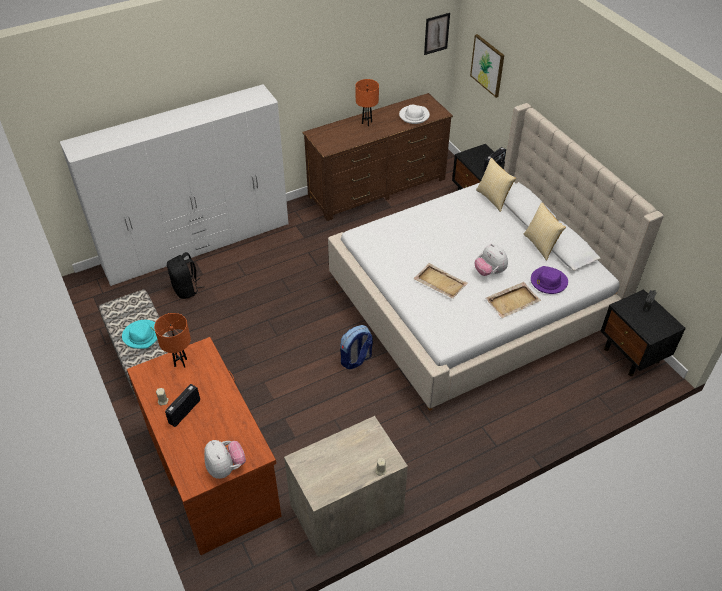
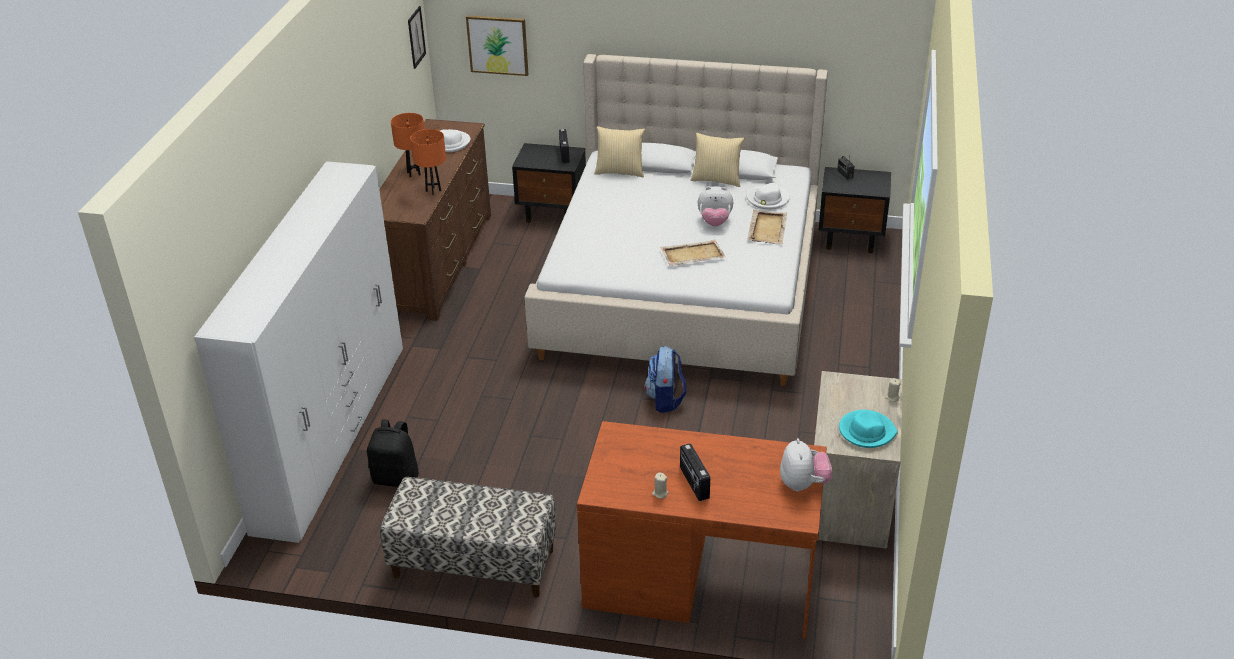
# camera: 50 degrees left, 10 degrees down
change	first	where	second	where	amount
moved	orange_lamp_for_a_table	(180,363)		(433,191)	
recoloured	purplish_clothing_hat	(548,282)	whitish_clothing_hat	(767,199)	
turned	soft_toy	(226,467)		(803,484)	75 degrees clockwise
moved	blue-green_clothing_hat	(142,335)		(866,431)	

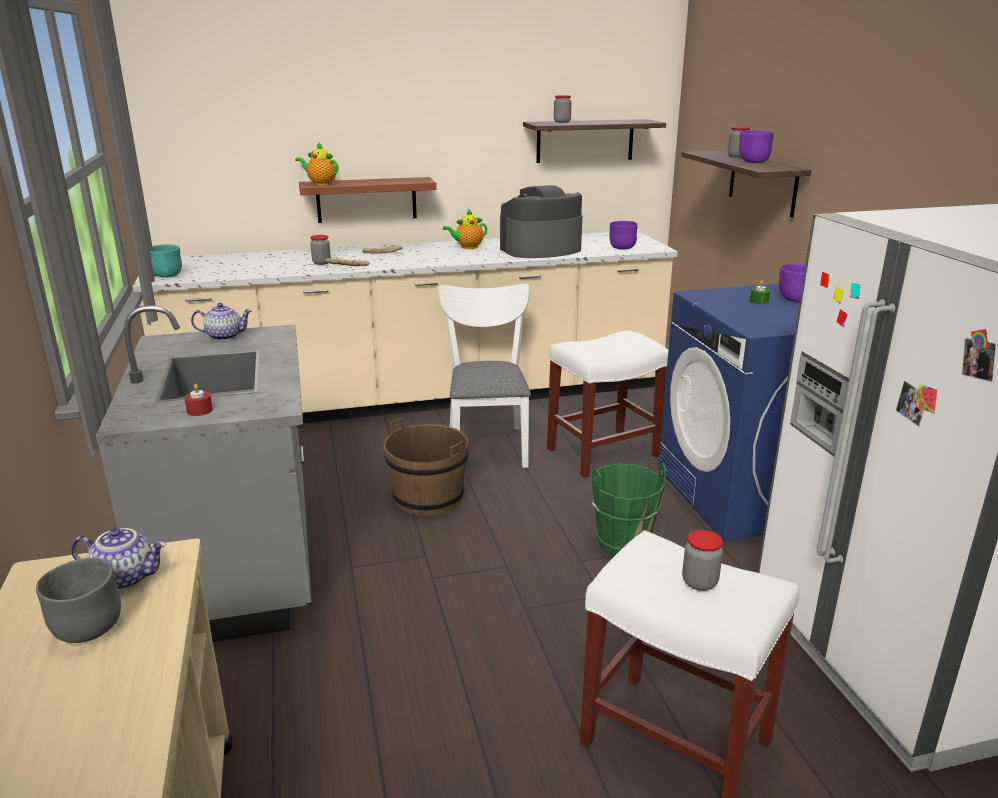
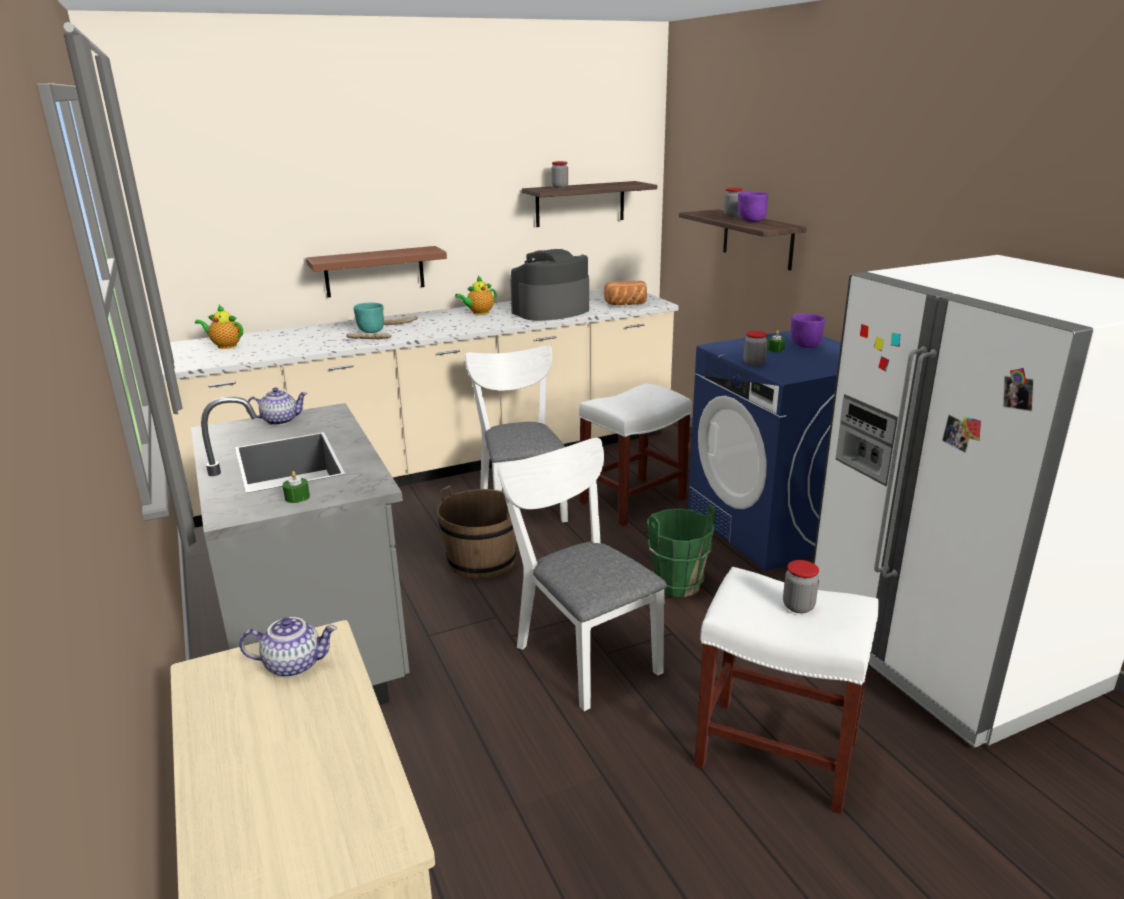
# camera: 10 degrees left, 0 degrees up
change	first	where	second	where	amount
moved	teapot	(320,184)		(225,346)	
recoloured	red-coloured_candle	(199,410)	greenish_candle	(297,497)	
moved	blue-green_deep_dish	(167,276)		(370,331)	
added			whitish_plain_chair	(582,652)	
replaced	purplish_deep_dish	(622,248)	baked_bread	(626,305)	
moved	jar	(321,263)		(754,363)	
removed	grey_deep_dish	(88,629)			

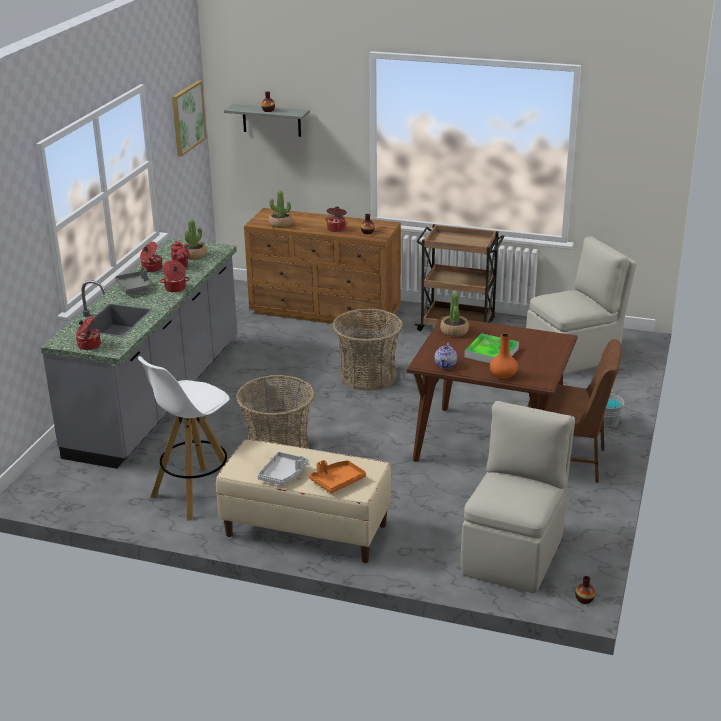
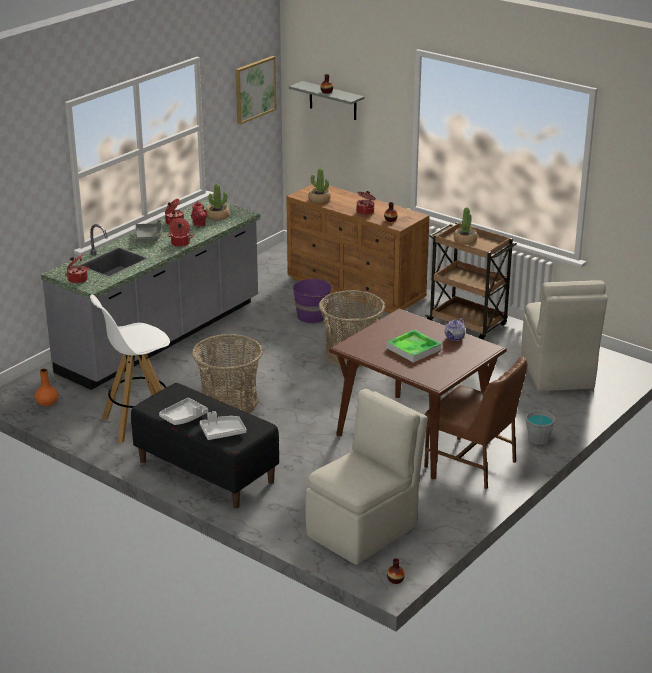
# camera: 20 degrees right, 0 degrees up
change	first	where	second	where	amount
moved	orange_flower_vase	(503,375)		(47,402)	
recoloured	beige_bench	(305,530)	black-coloured_bench	(205,472)	
recoloured	orange_carrying_tray	(337,481)	grey_carrying_tray	(222,432)	
added			purplish_water_bucket	(312,316)	
moved	teapot	(445,365)		(454,337)	
moved	houseplant	(454,331)		(465,240)	
turned	beige_plain_chair	(574,356)		(557,373)	90 degrees clockwise

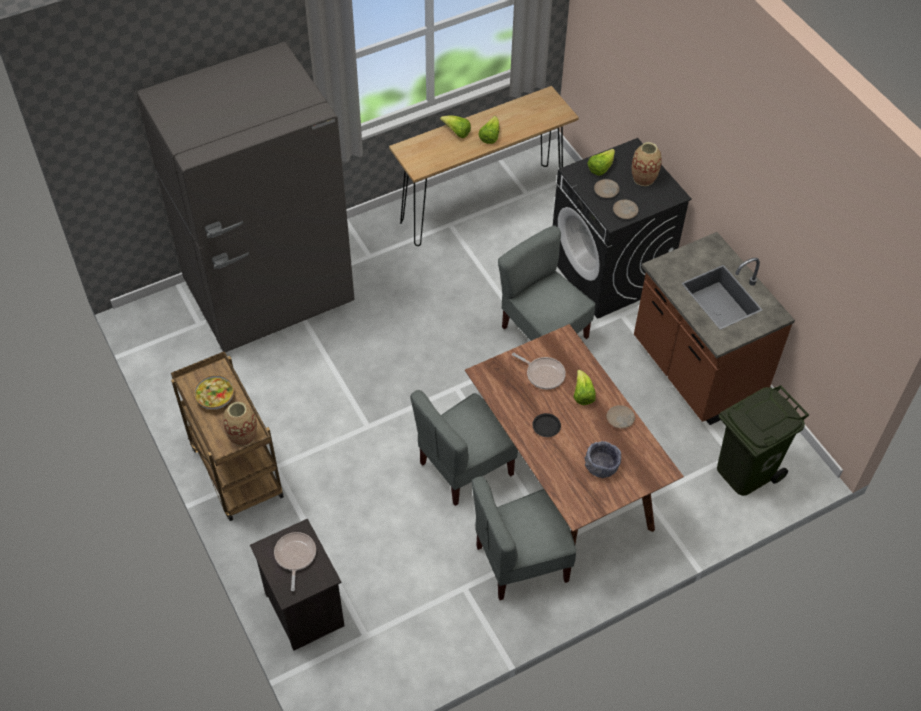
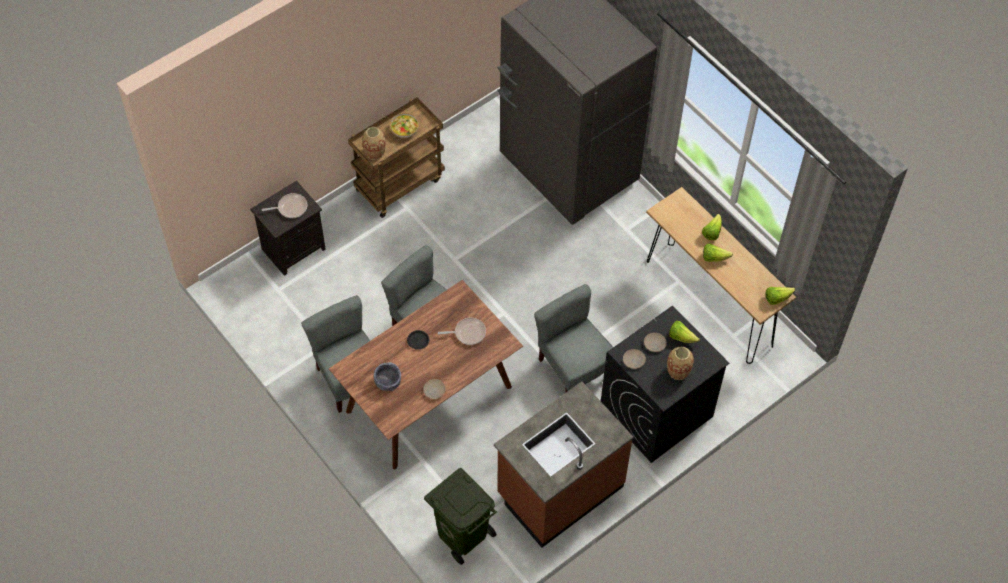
# camera: 80 degrees right, 5 degrees up
change	first	where	second	where	amount
turned	frying_pan	(543,374)		(468,333)	120 degrees counterclockwise
turned	grey_plain_chair	(543,333)		(574,368)	75 degrees counterclockwise
moved	lettuce	(582,395)		(777,298)	

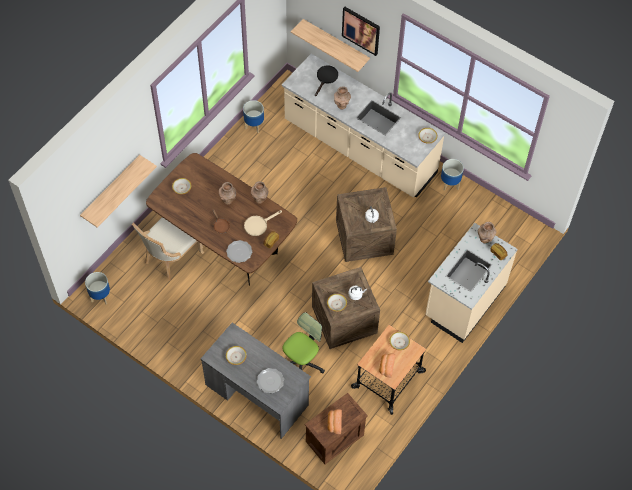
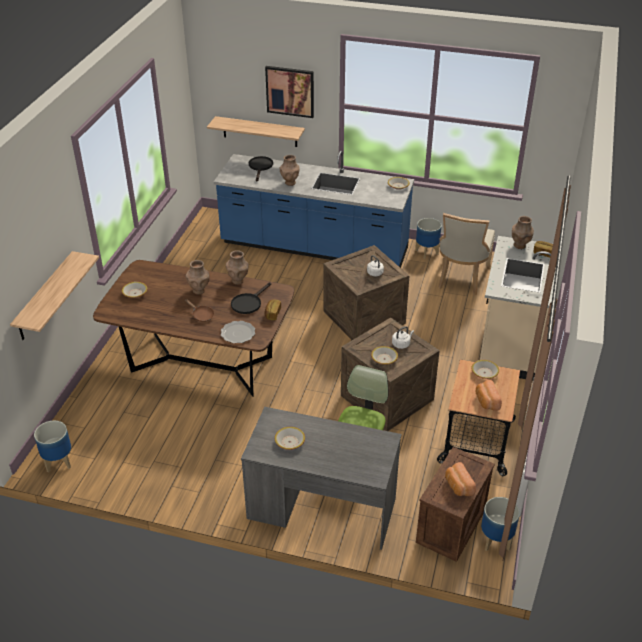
# camera: 20 degrees left, 20 degrees down
change	first	where	second	where	amount
recoloured	beige_counter	(359,148)	blue-coloured_counter	(314,247)	
recoloured	beige_frying_pan	(258,225)	black-coloured_frying_pan	(248,303)	
moved	beige_plain_chair	(171,258)		(461,278)	
moved	flower_pot	(254,125)		(496,541)	
removed	plate	(270,381)			

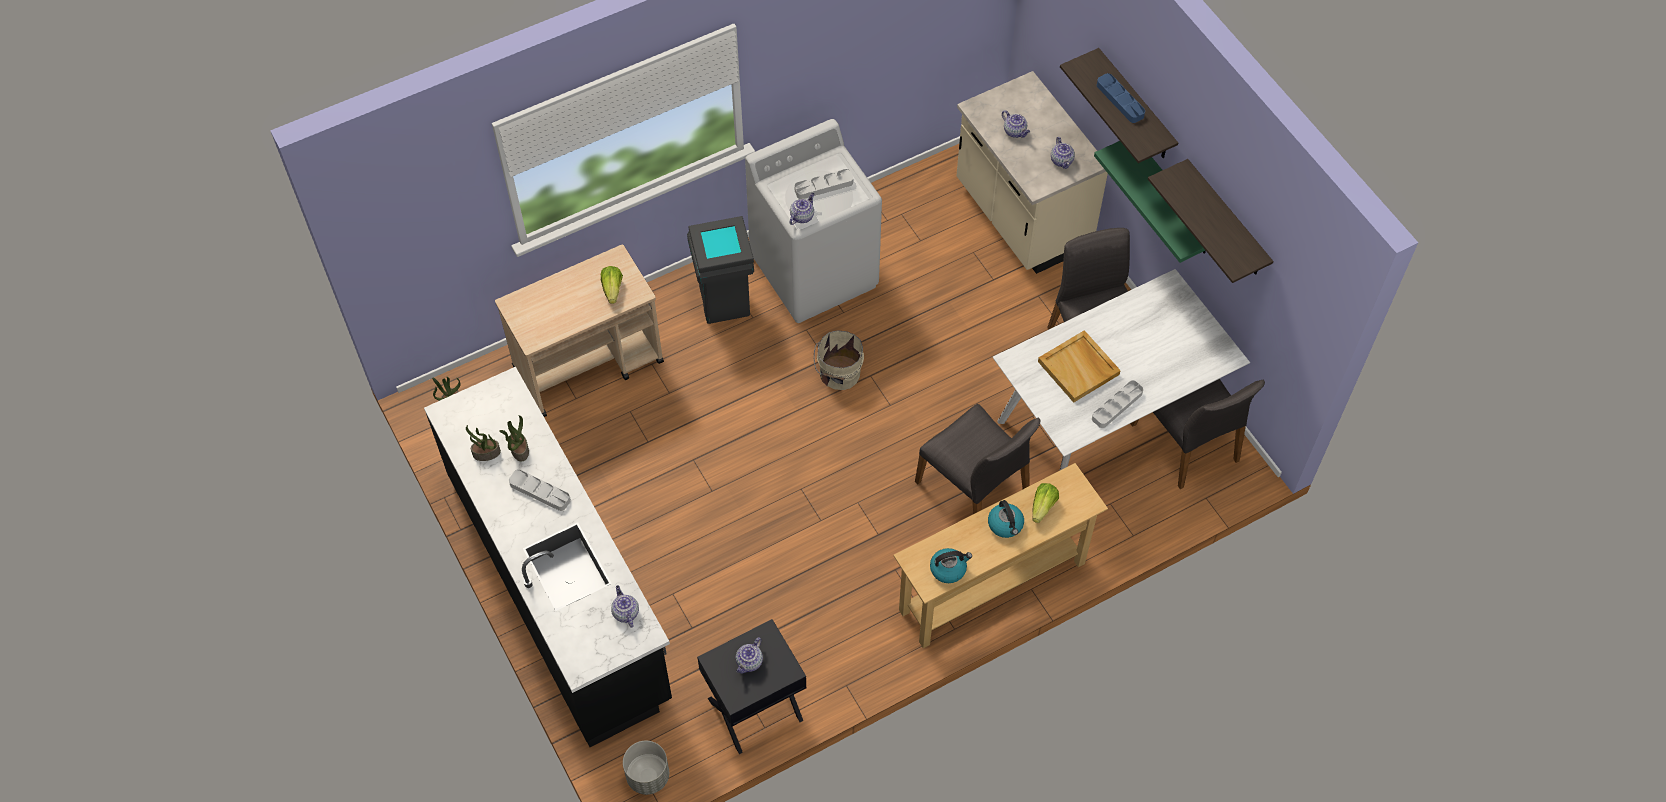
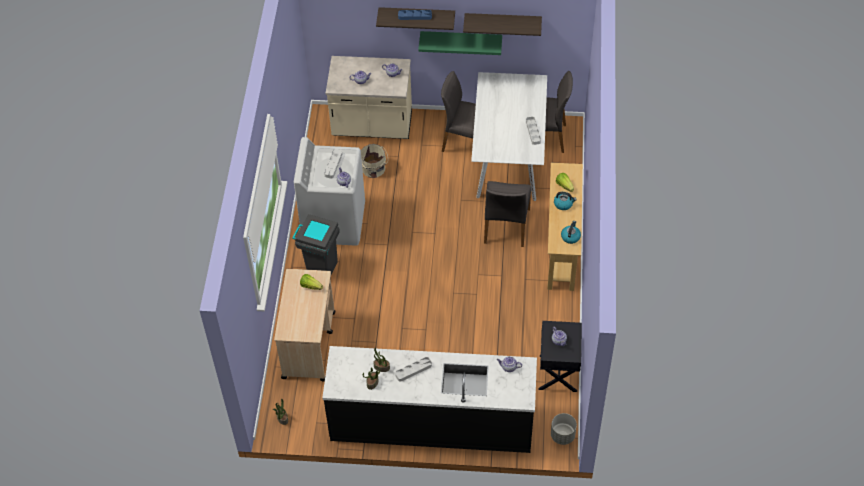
# camera: 55 degrees left, 5 degrees down
change	first	where	second	where	amount
moved	beige_water_bucket	(839,374)		(374,169)	
turned	grey_plain_chair	(974,489)		(506,226)	105 degrees clockwise
removed	beige_carrying_tray	(1079,368)			

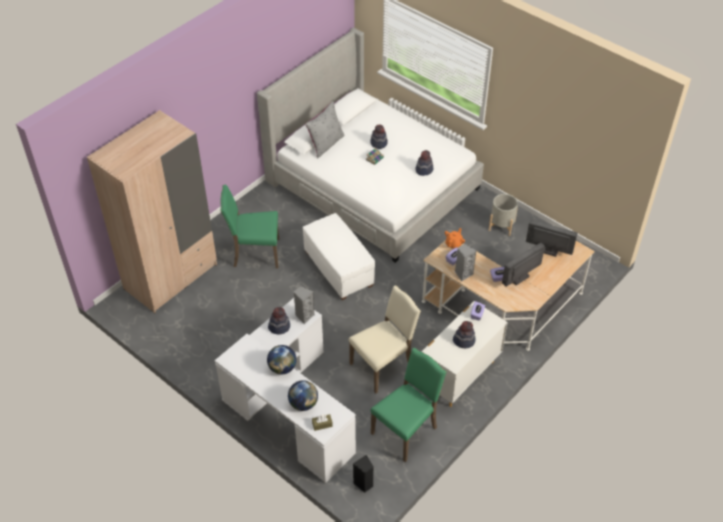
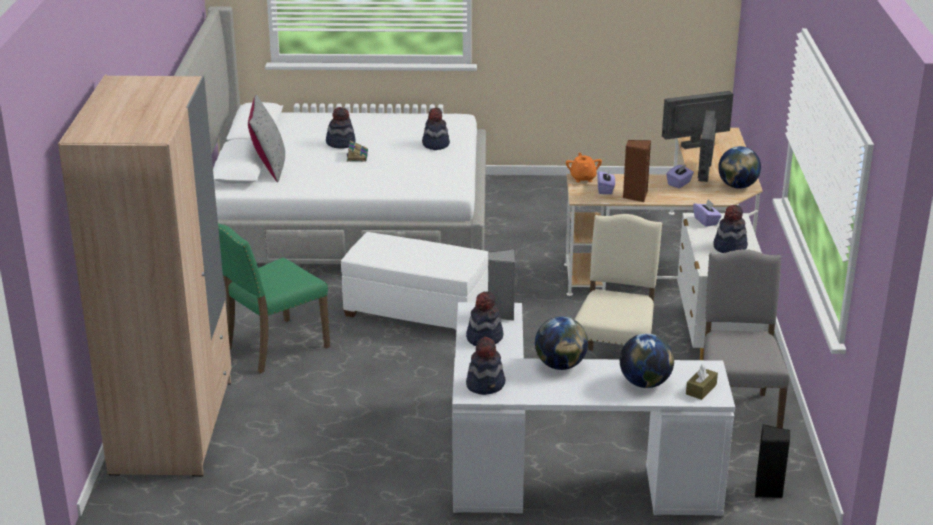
# camera: 40 degrees left, 20 degrees down
change	first	where	second	where	amount
added			clothing_hat	(486,384)	
recoloured	grey_audio_speaker	(463,274)	brown_audio_speaker	(635,196)	
recoloured	greenish_plain_chair	(406,430)	grey_plain_chair	(735,414)	
added			desk_globe	(737,186)	
removed	grey_flower_pot	(501,225)			

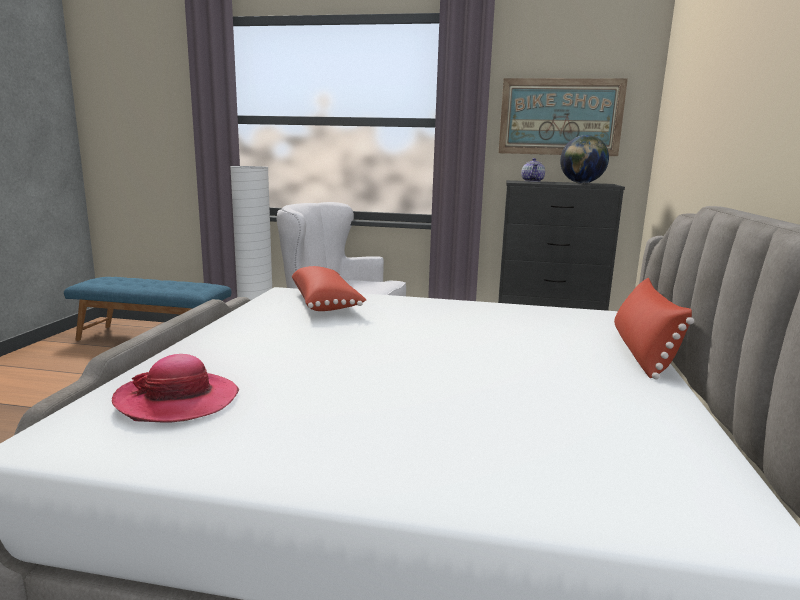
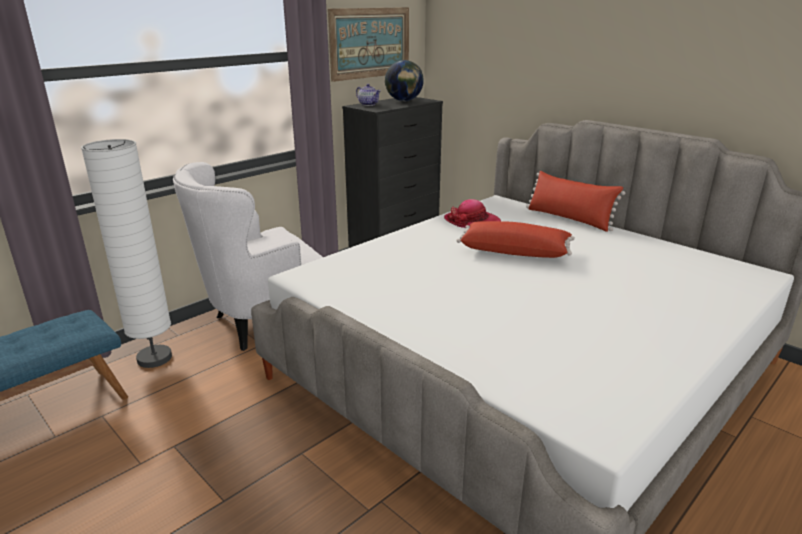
# camera: 55 degrees left, 10 degrees up
change	first	where	second	where	amount
moved	clothing_hat	(177,400)		(472,222)	
moved	red-coloured_pillow	(325,303)		(514,251)	

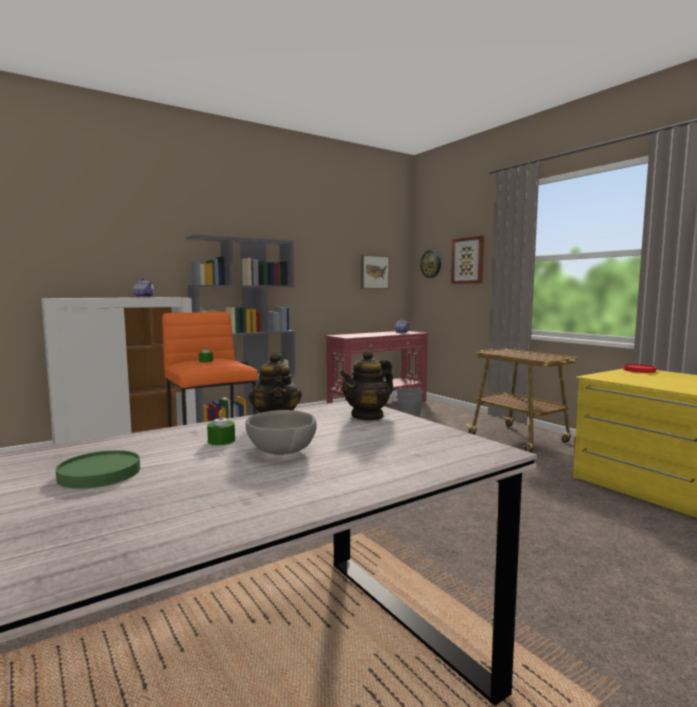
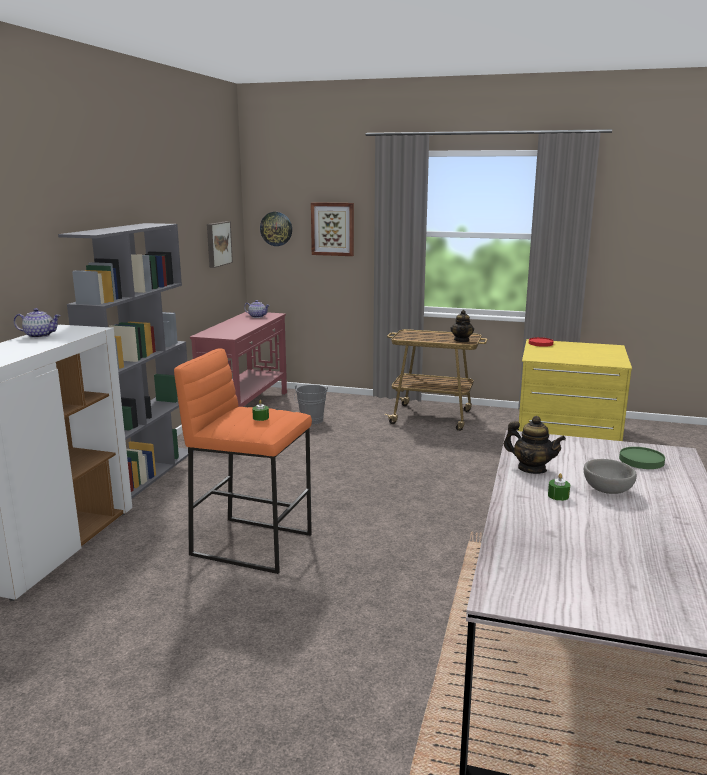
# camera: 40 degrees left, 10 degrees up
change	first	where	second	where	amount
moved	teapot	(368,416)		(462,340)	
moved	greenish_plate	(99,473)		(641,460)	

